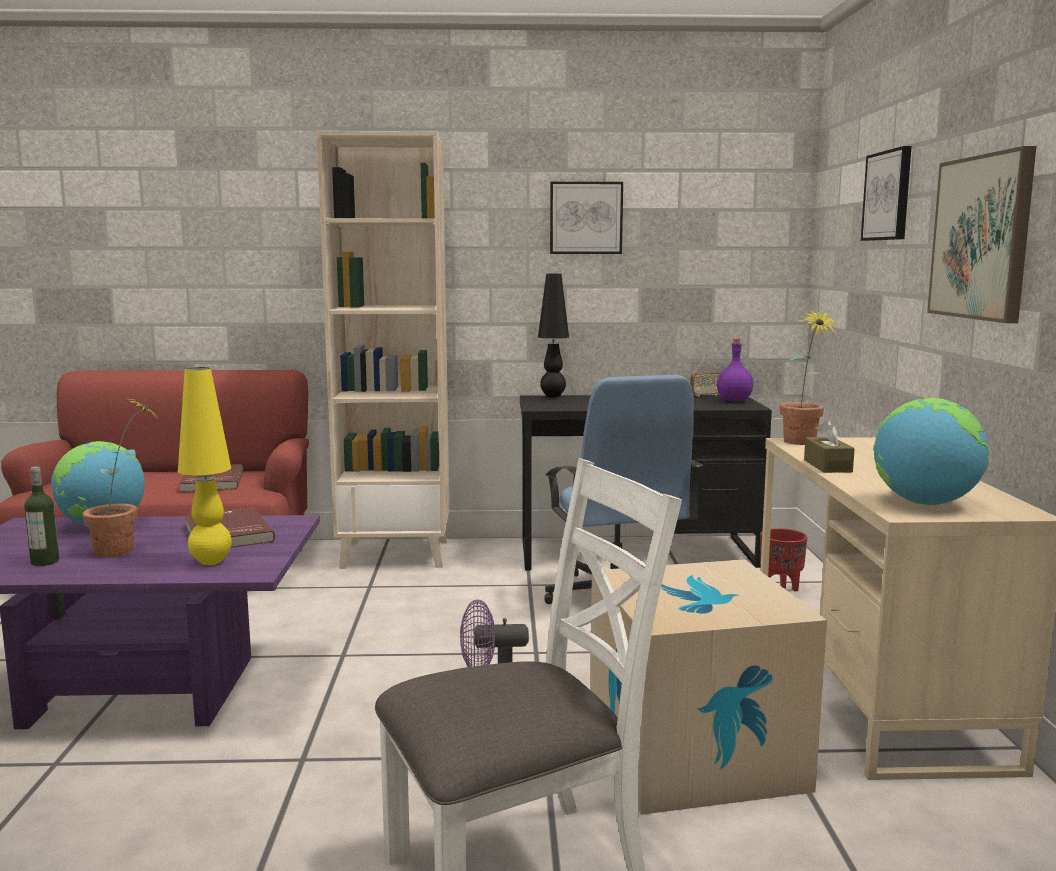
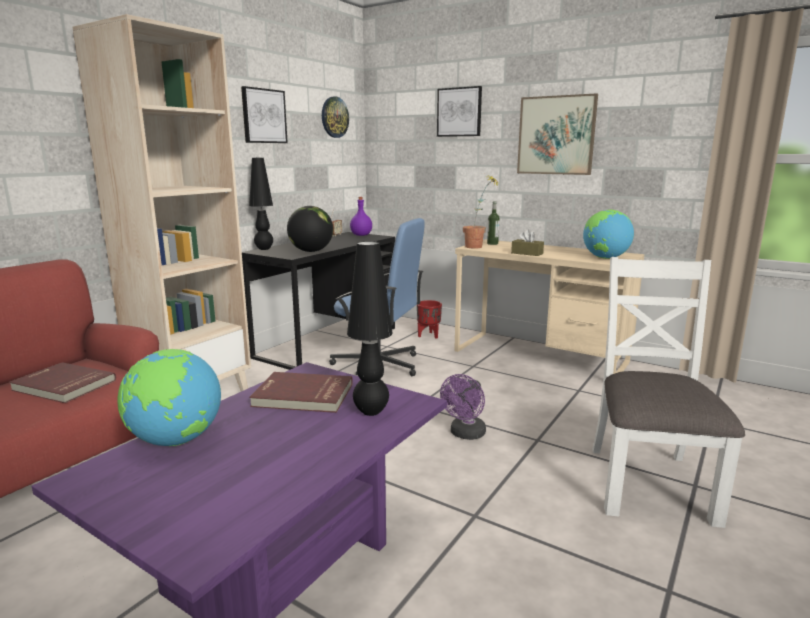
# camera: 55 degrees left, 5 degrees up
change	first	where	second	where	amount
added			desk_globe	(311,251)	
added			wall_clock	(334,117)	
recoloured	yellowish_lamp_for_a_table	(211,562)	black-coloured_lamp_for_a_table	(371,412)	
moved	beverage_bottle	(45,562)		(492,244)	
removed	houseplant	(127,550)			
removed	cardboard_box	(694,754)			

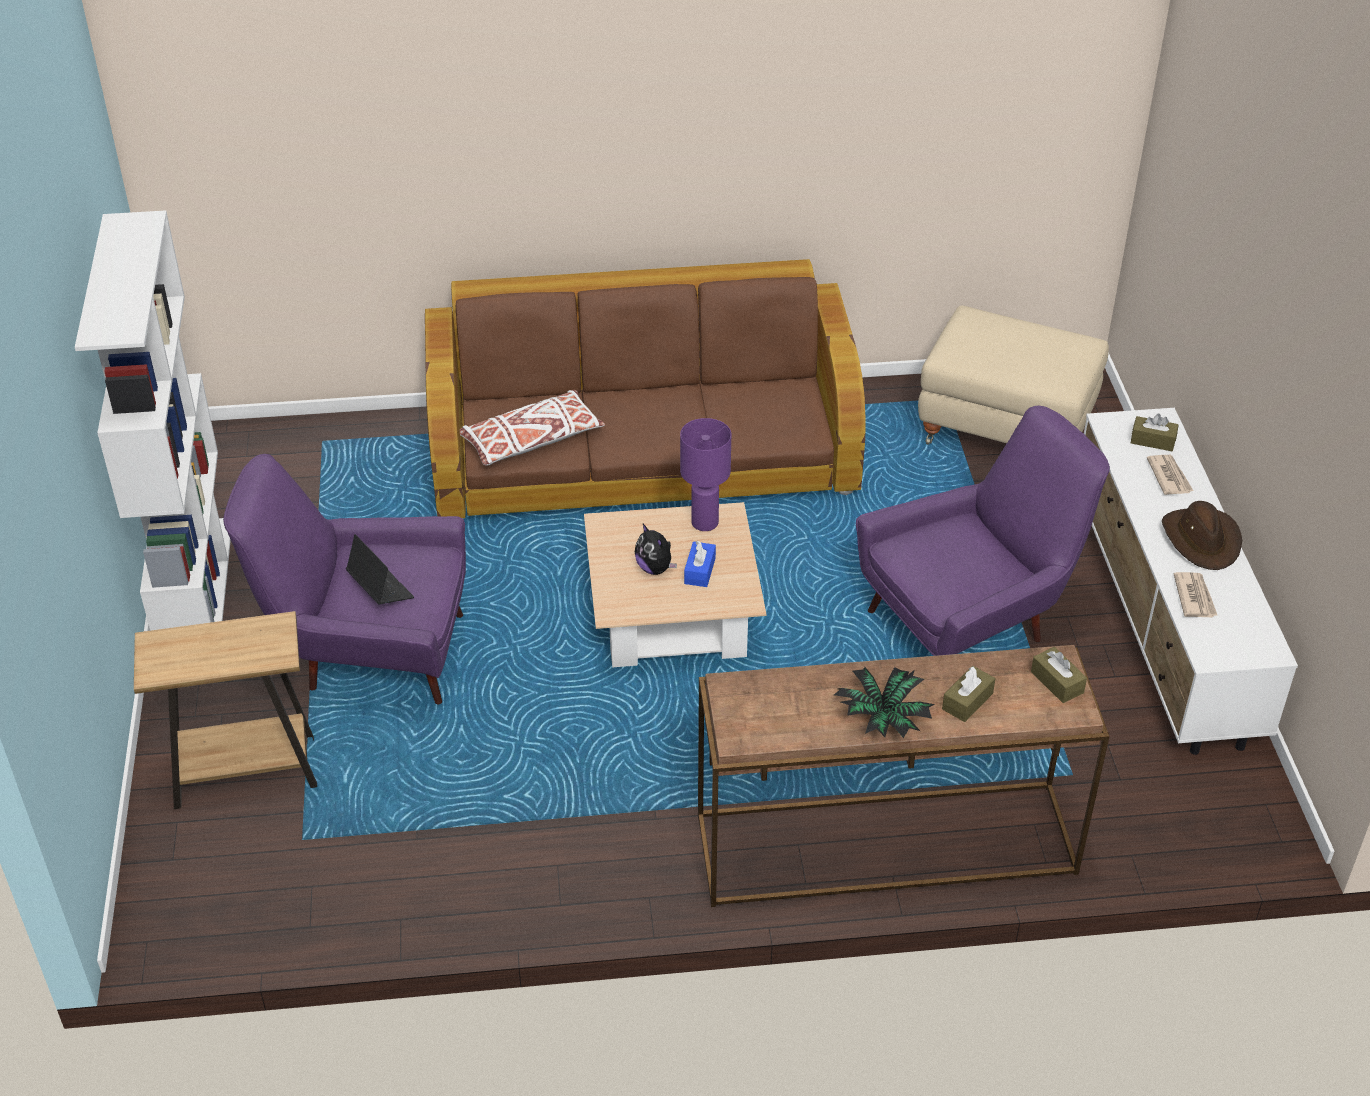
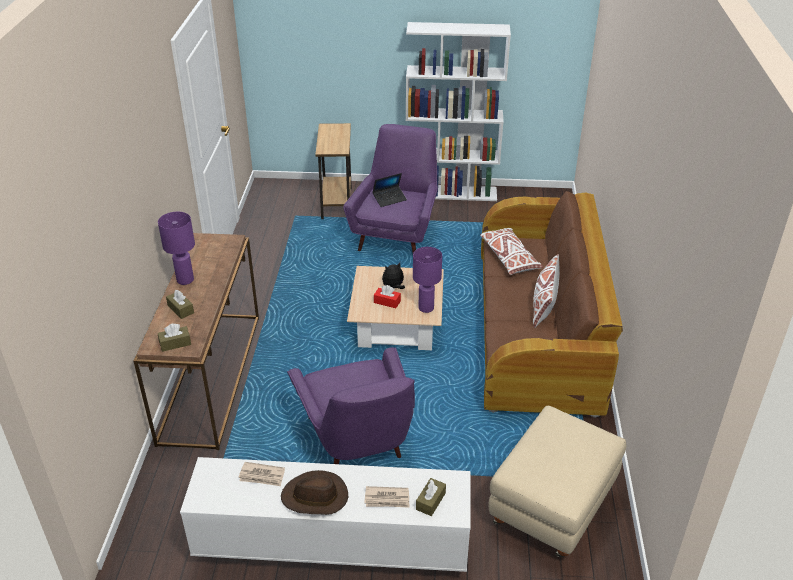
# camera: 100 degrees right, 5 degrees down
change	first	where	second	where	amount
replaced	houseplant	(882,719)	purplish_lamp_for_a_table	(185,280)	
recoloured	blue-coloured_tissue_box	(700,571)	red-coloured_tissue_box	(387,302)	
added			whitish_pillow	(544,304)	

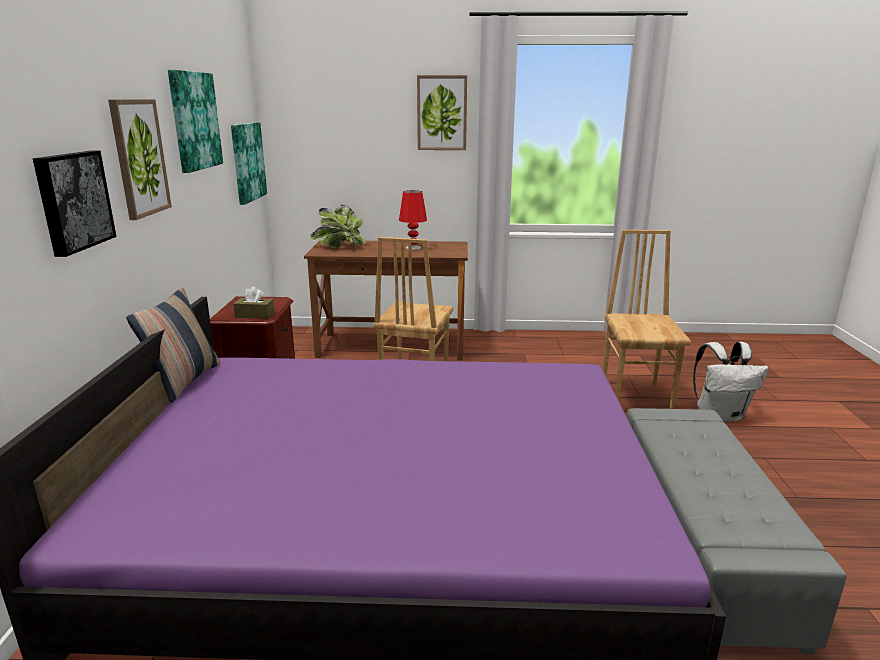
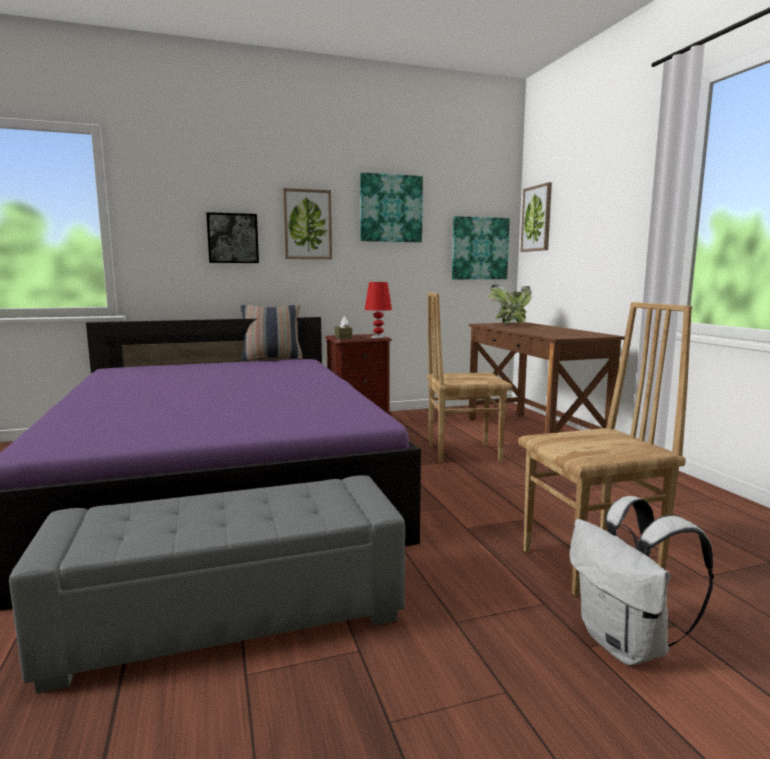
# camera: 70 degrees right, 10 degrees down
change	first	where	second	where	amount
moved	red-coloured_lamp_for_a_table	(413,248)		(378,337)	
moved	wall_picture	(442,113)		(537,218)	

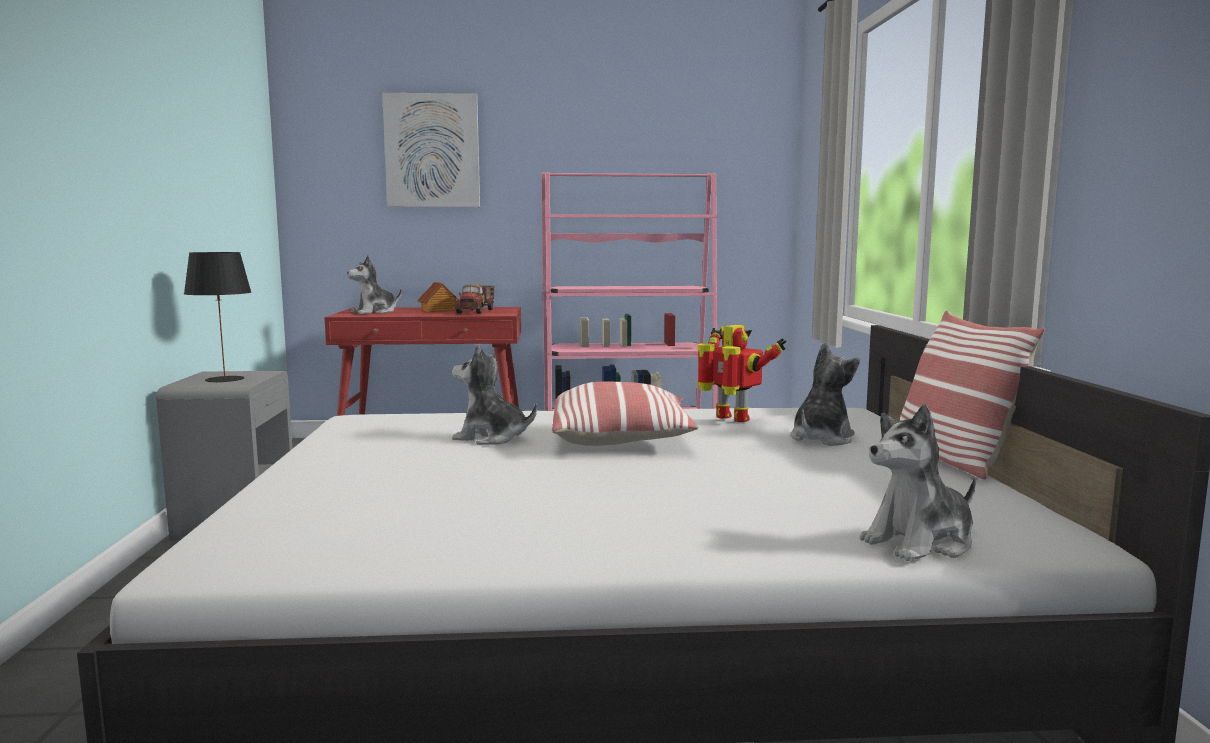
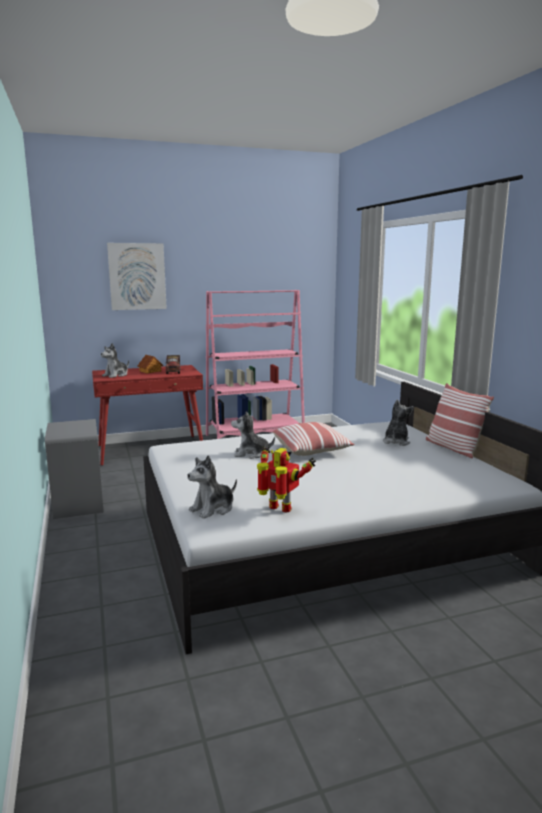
# camera: 15 degrees left, 5 degrees up
change	first	where	second	where	amount
moved	soft_toy	(920,543)		(213,509)	
moved	toy_robot	(732,419)		(280,509)	
removed	black-coloured_lamp_for_a_table	(225,379)			

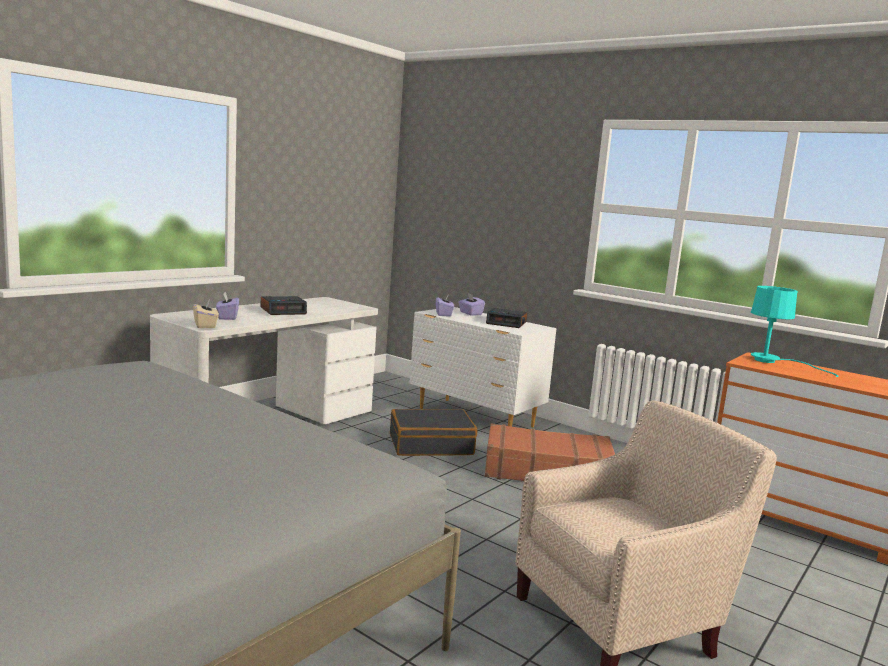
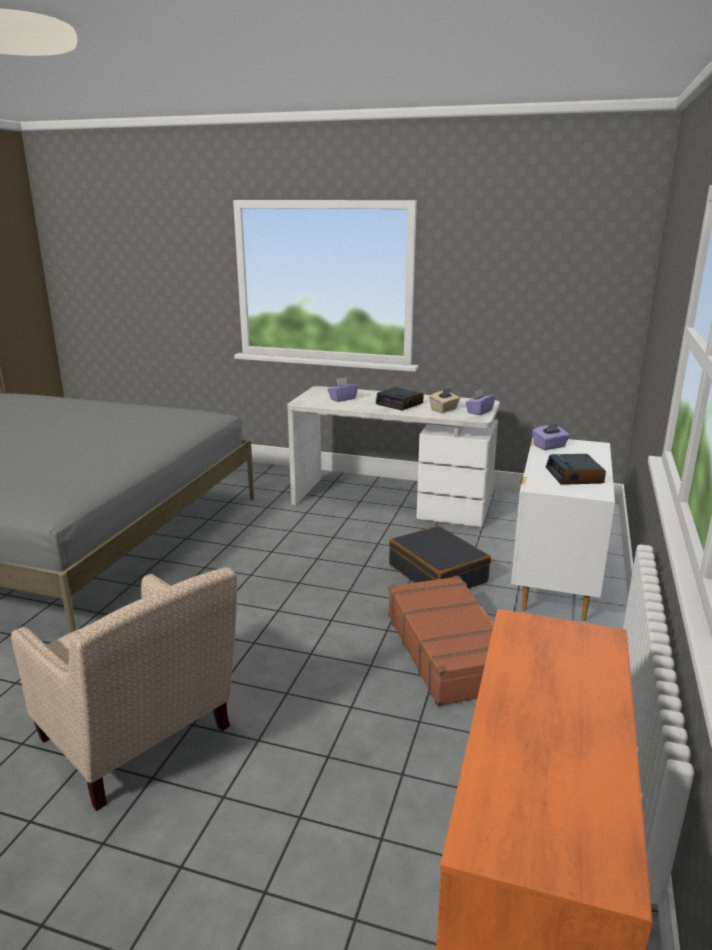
# camera: 70 degrees right, 10 degrees up
change	first	where	second	where	amount
moved	beige_tissue_box	(205,325)		(444,409)	
moved	purplish_tissue_box	(470,313)		(479,412)	
removed	blue-green_lamp_for_a_table	(773,362)			

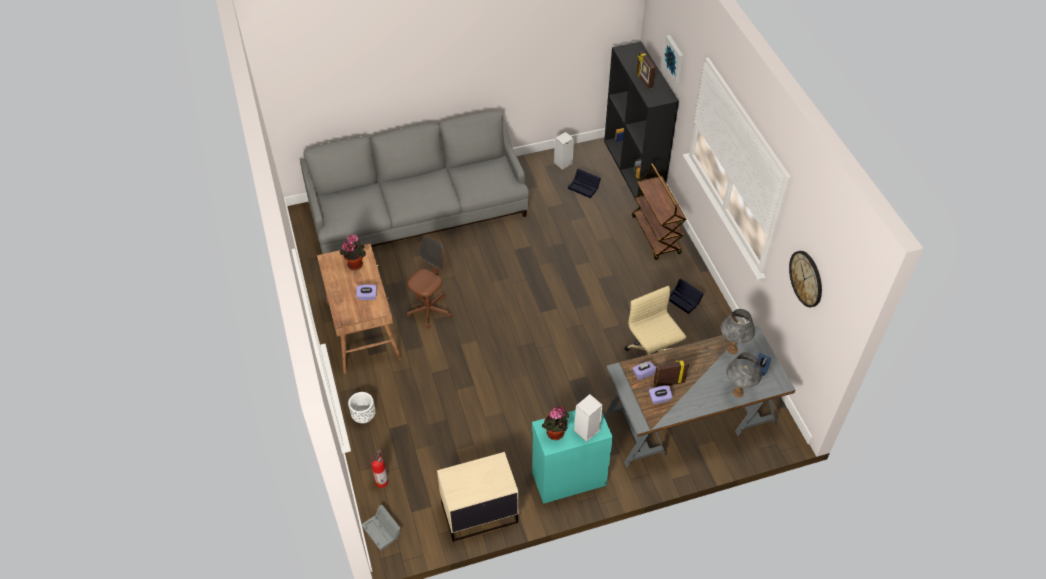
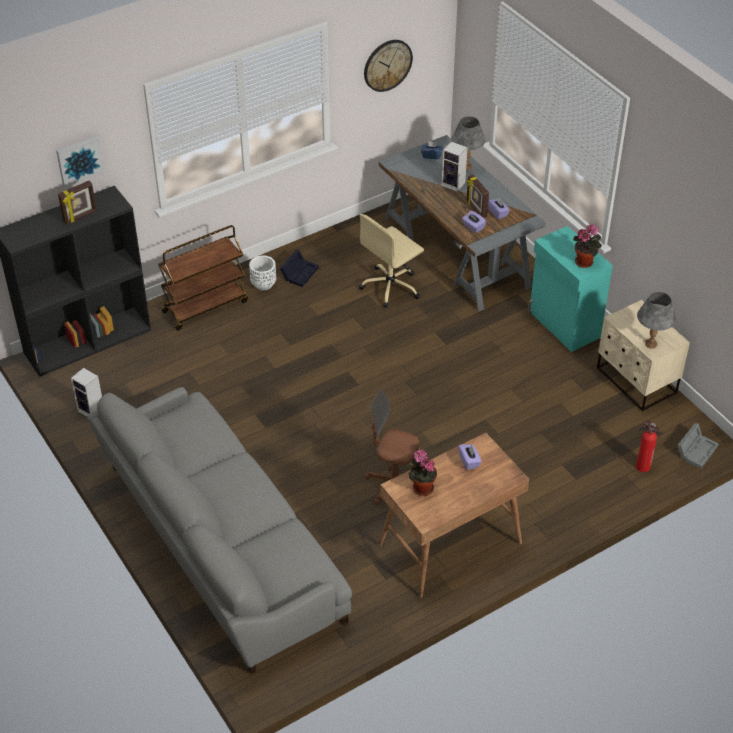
# camera: 105 degrees left, 5 degrees down
change	first	where	second	where	amount
moved	whitish_flower_pot	(363,416)		(263,284)	
moved	audio_speaker	(586,431)		(454,184)	
moved	grey_lamp_for_a_table	(732,349)		(651,344)	
removed	black-coloured_storage_container	(584,187)			

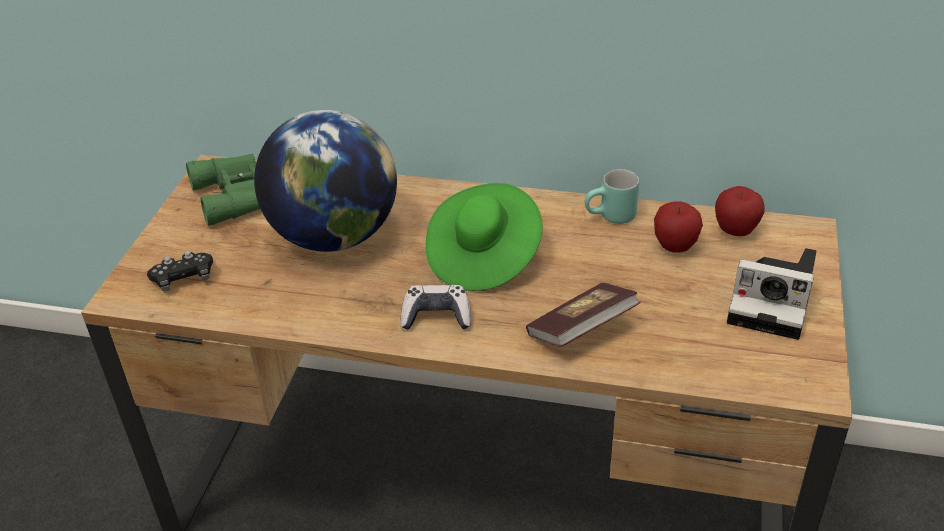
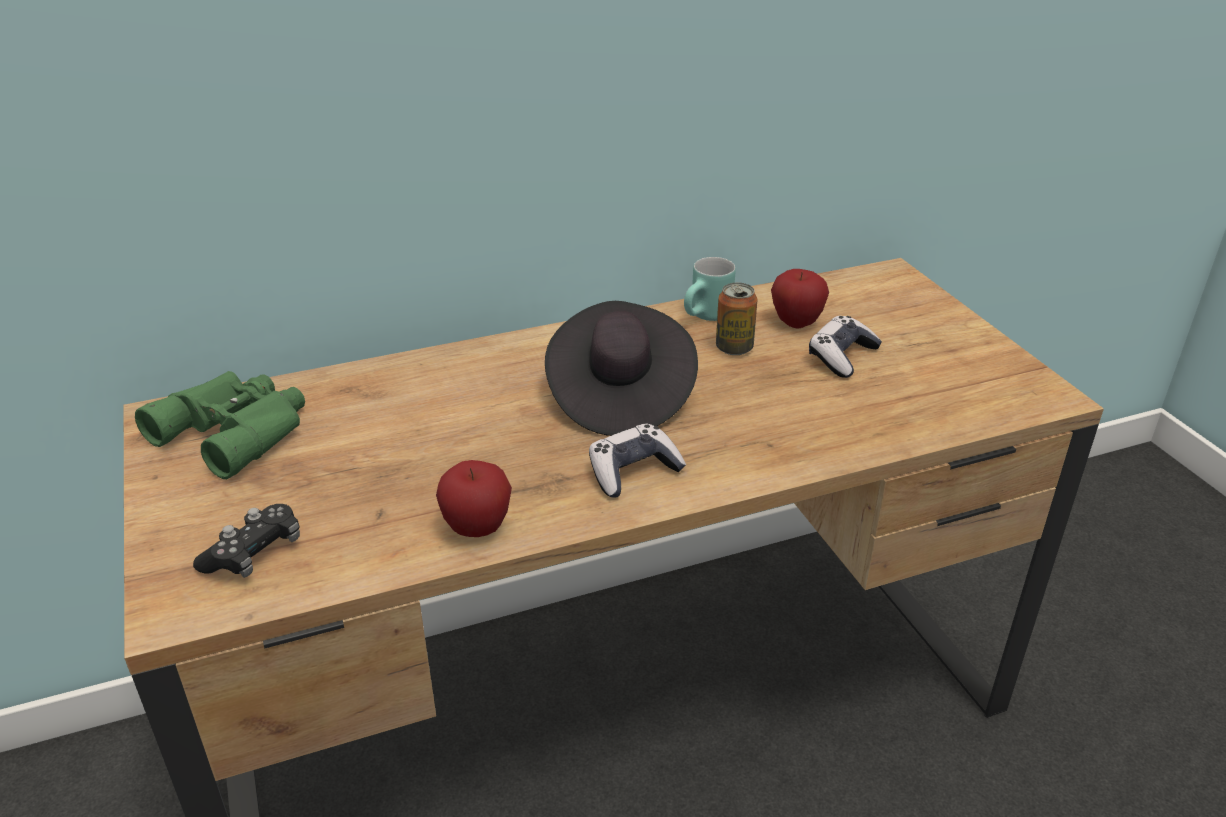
# camera: 35 degrees left, 5 degrees down
change	first	where	second	where	amount
moved	whole_apple	(735,231)		(477,529)	
recoloured	greenish_clothing_hat	(483,258)	black-coloured_clothing_hat	(619,396)	
added			can	(734,348)	
added			gamepad	(842,356)	
removed	desk_globe	(334,236)			
removed	book	(581,330)			
removed	photo_camera	(774,303)			

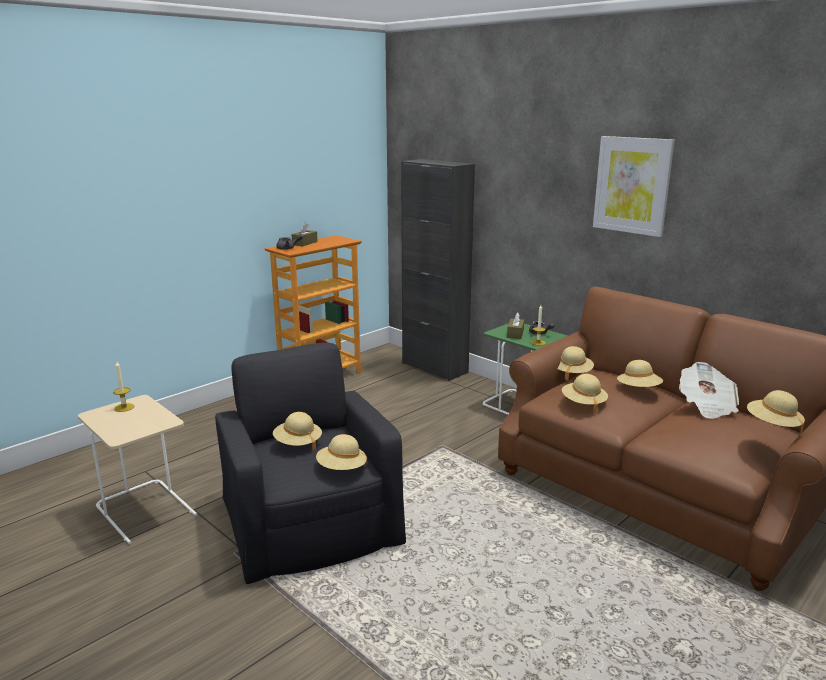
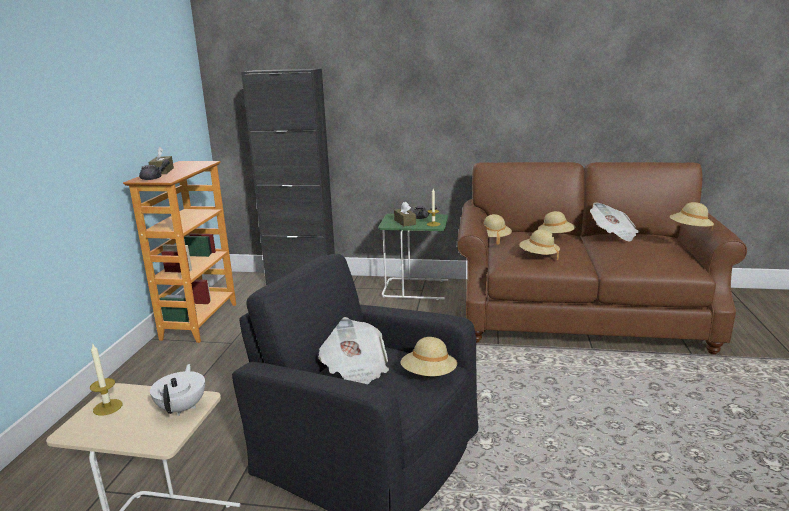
# camera: 35 degrees left, 0 degrees up
change	first	where	second	where	amount
added			whitish_teapot	(183,407)	
replaced	beige_clothing_hat	(298,443)	daily_paper	(354,369)	
removed	wall_picture	(632,185)			

